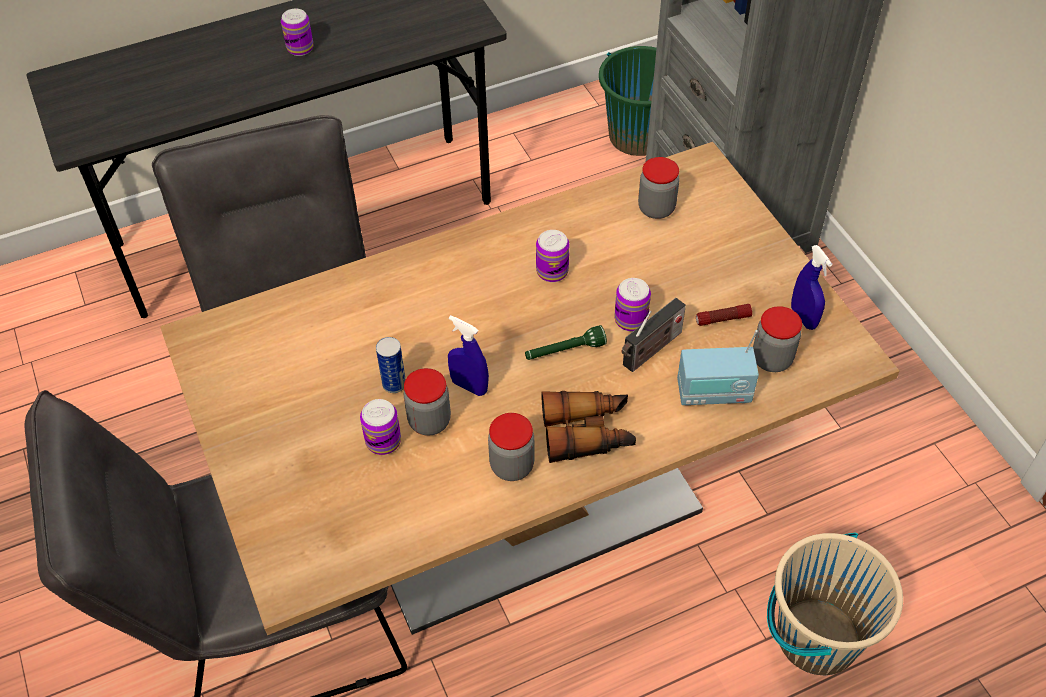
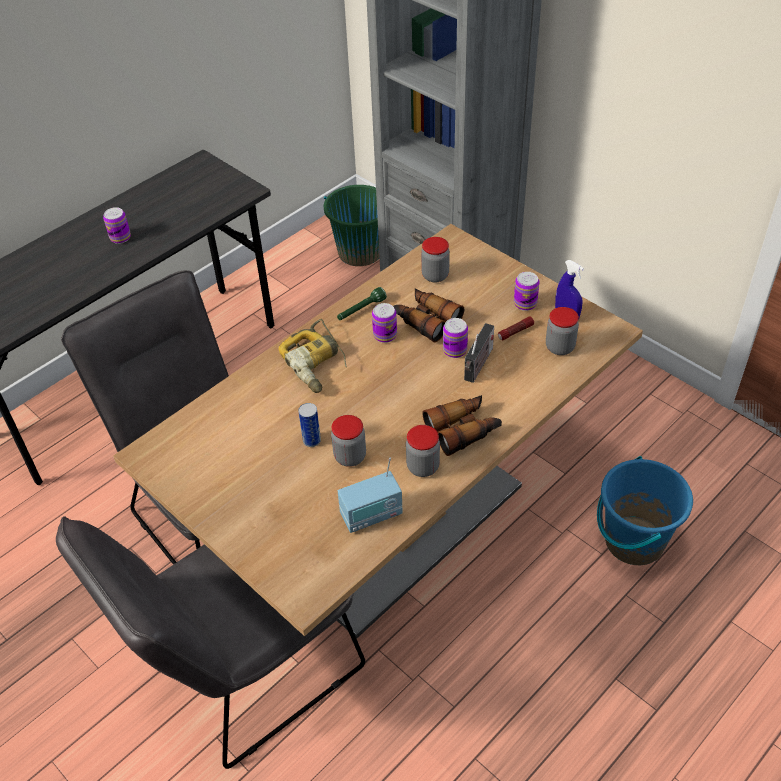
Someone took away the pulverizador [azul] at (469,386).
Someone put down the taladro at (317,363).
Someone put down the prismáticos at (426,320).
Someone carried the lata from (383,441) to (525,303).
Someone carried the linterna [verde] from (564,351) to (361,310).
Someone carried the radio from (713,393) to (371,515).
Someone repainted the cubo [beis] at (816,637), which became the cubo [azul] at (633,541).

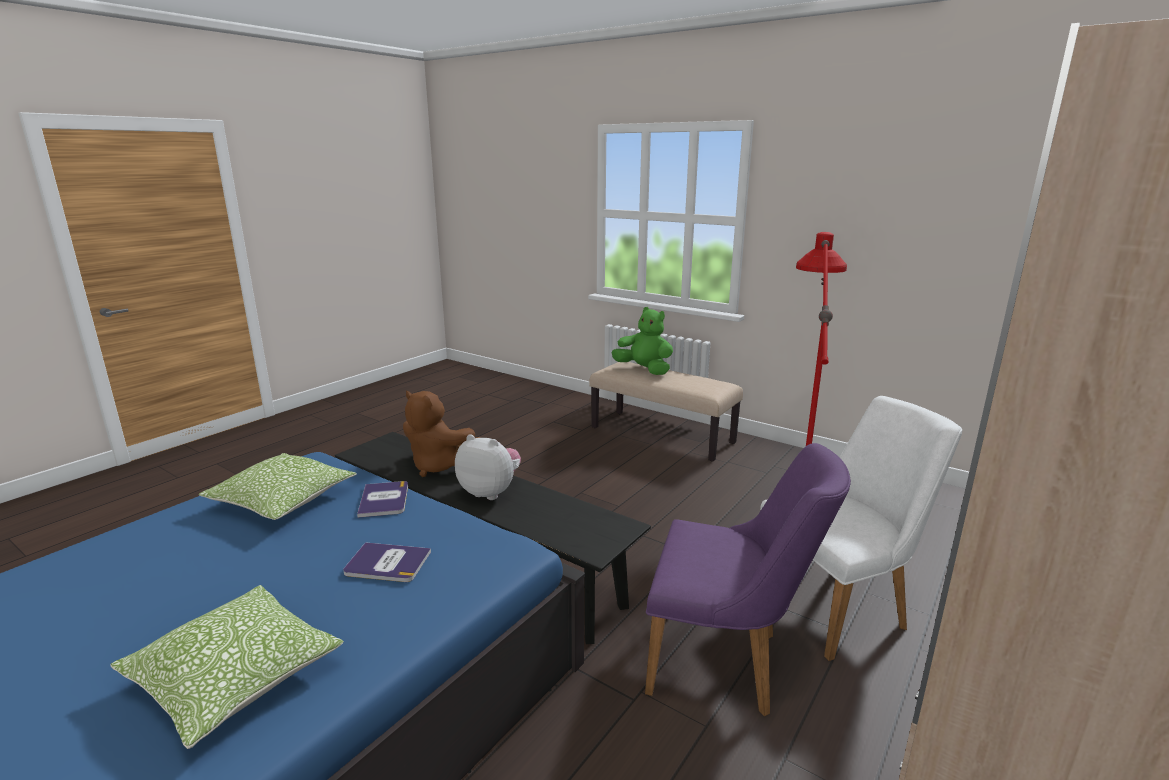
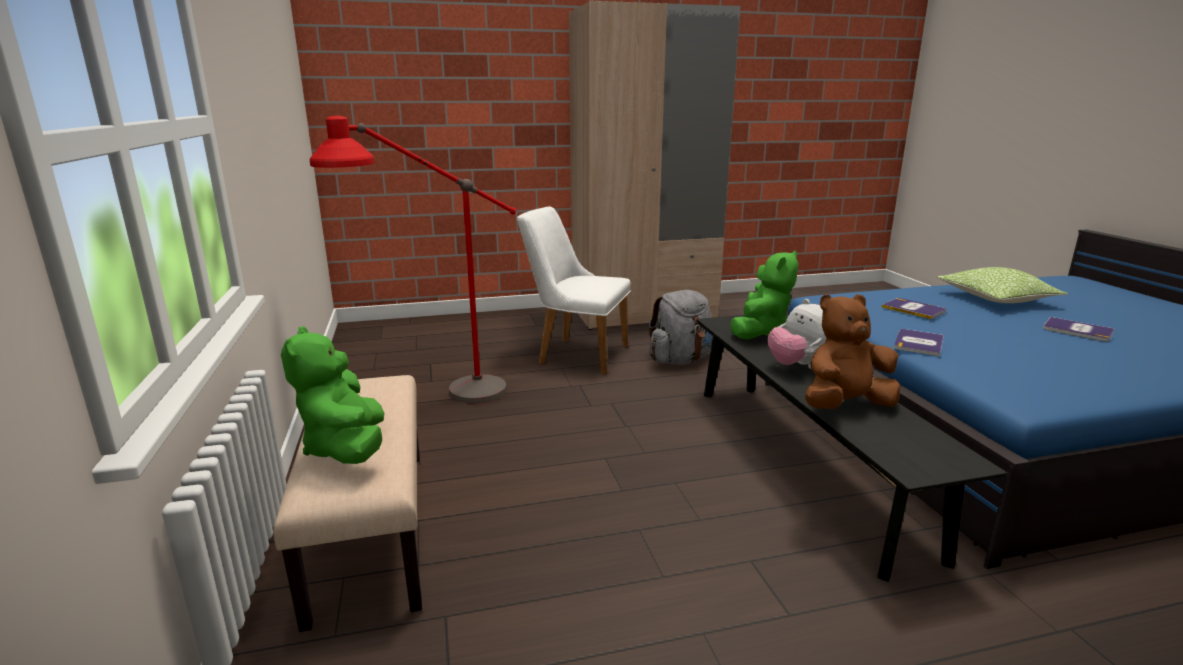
Someone took away the cojín at (283,500).
Someone put down the peluche [verde] at (760,332).
Someone put down the libro at (1077,330).
Someone swapped the silla [morado] at (728,663) for the mochila [gris] at (680,360).
Someone rotated the peluche [marrón] at (439,466) by 90 degrees counterclockwise.

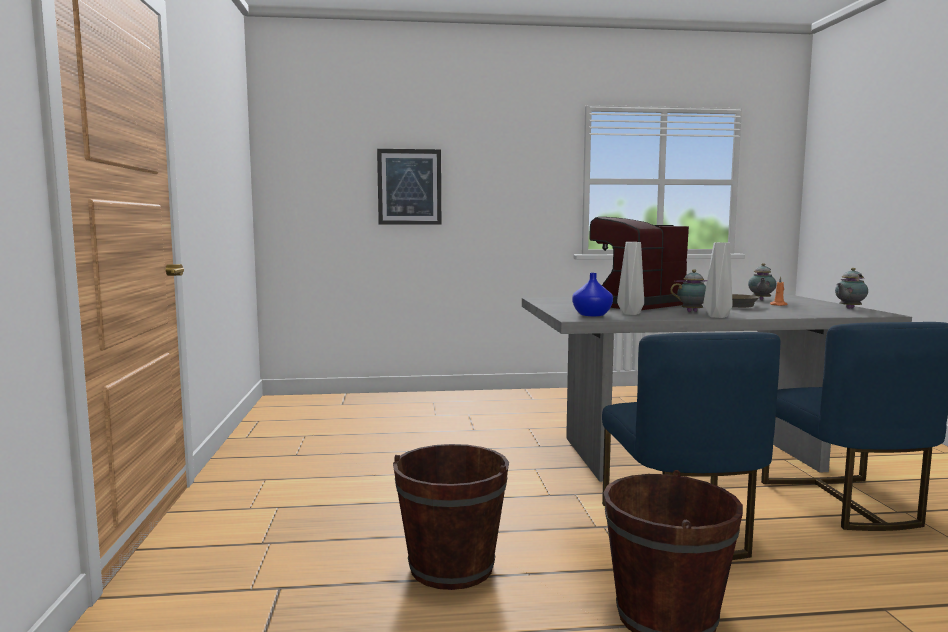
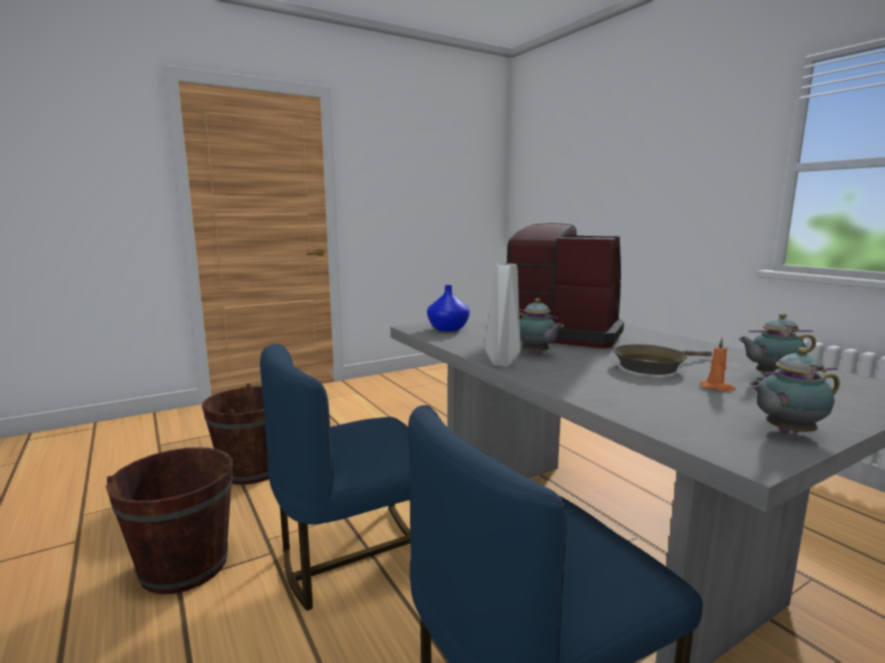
Someone took away the cuadro at (409,187).
Someone took away the florero [gris] at (629,314).
Someone rotated the tetera at (848,308) by 45 degrees counterclockwise.

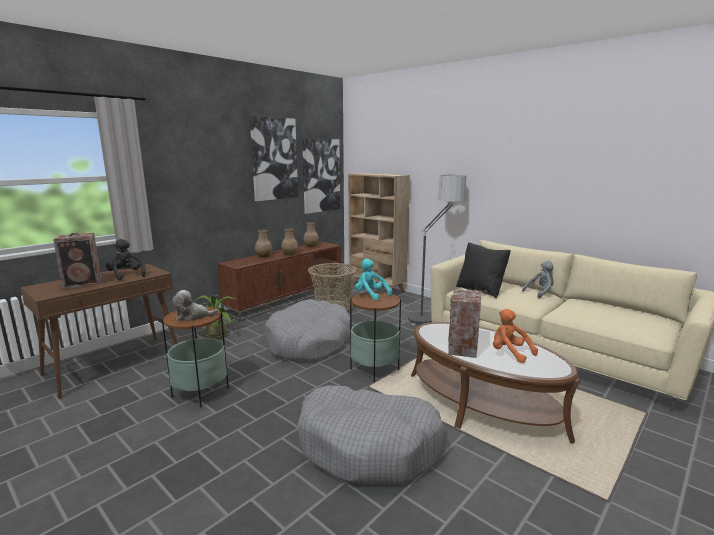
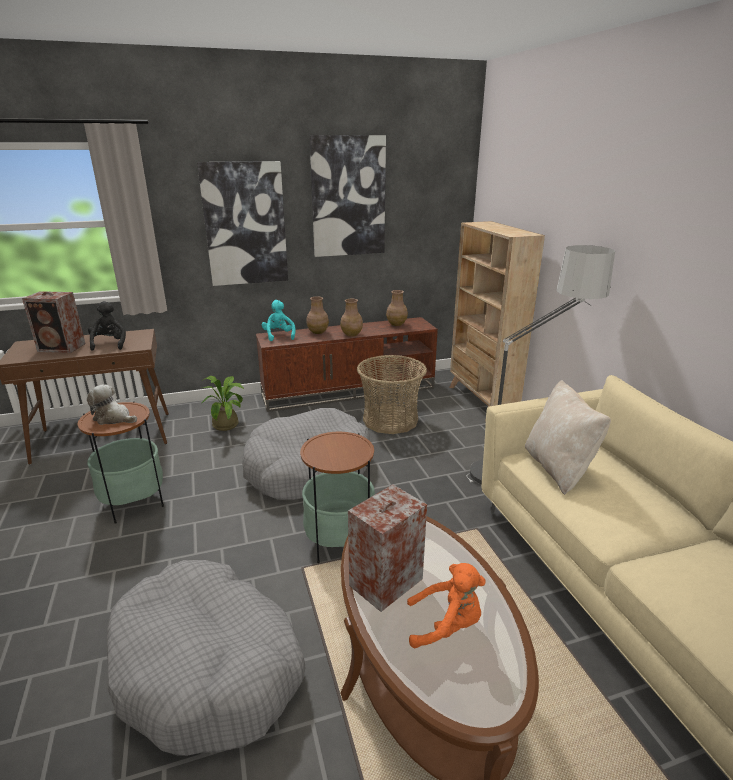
Someone took away the peluche [gris] at (540,292).
Someone carried the cuadro from (321,175) to (245,224).
Someone carried the peluche [turquesa] from (370,295) to (279,336).
Someone repainted the cojín [negro] at (480,290), which became the cojín [beis] at (558,468).
Someone rotated the peluche [naranja] at (509,353) by 105 degrees clockwise.

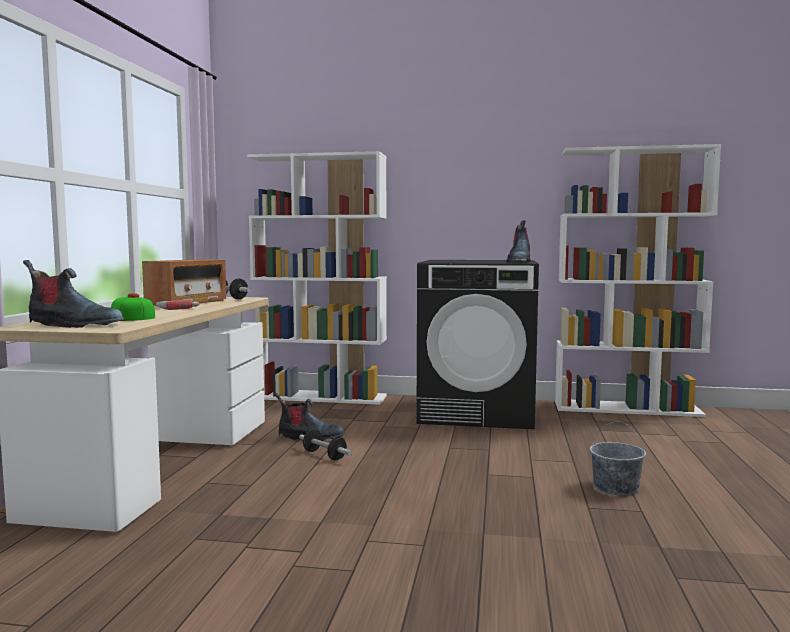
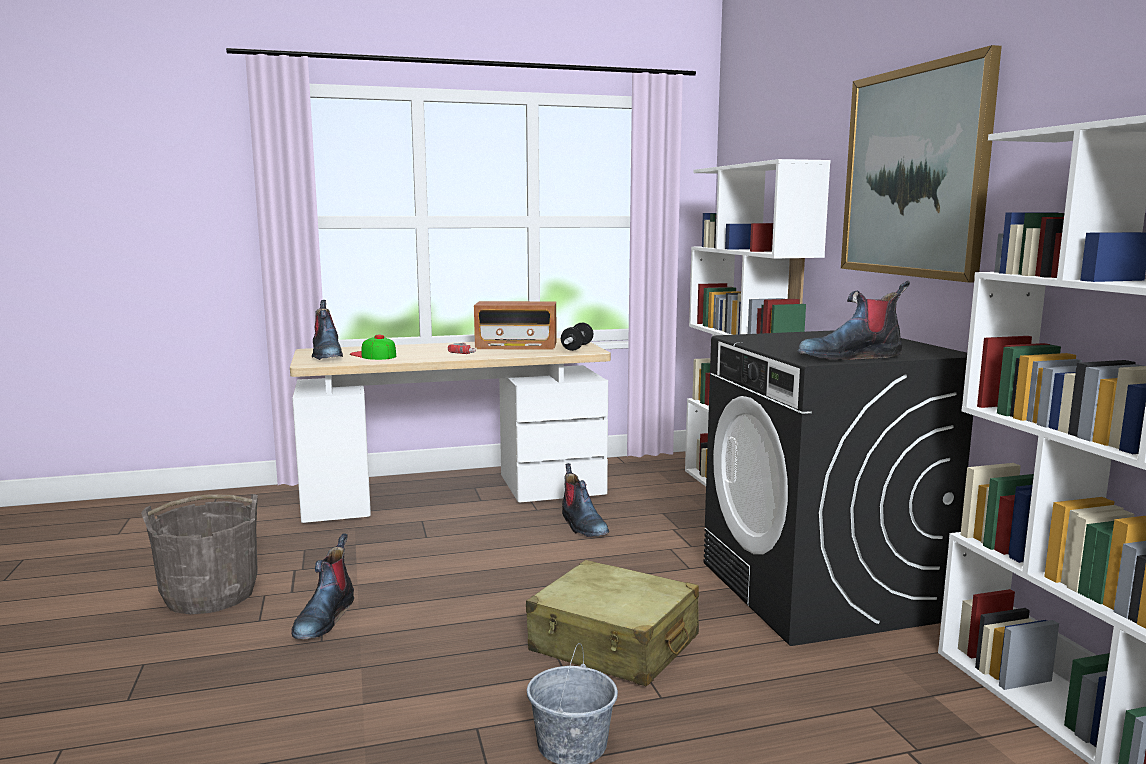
Someone took away the mancuerna at (324,455).
Someone put down the cubo [gris] at (210,594).
Someone put down the bota at (324,618).
Someone put down the maleta [beis] at (614,644).
Someone put up the cuadro at (914,172).

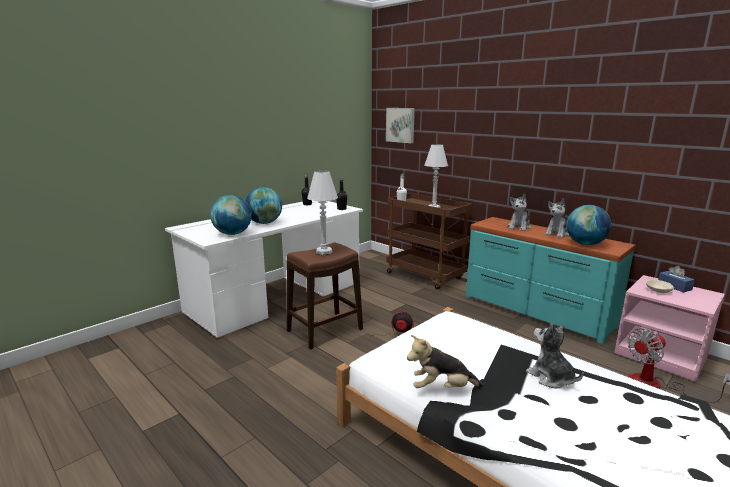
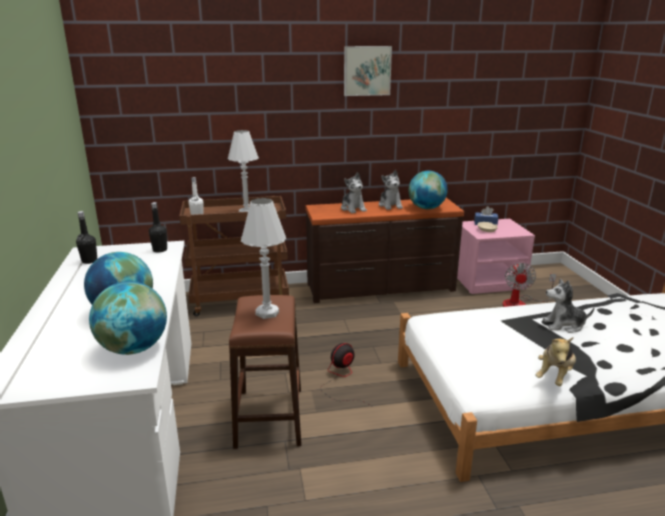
Someone carried the cuadro from (401,125) to (366,70).
Someone repainted the cómoda [turquesa] at (536,311), which became the cómoda [marrón] at (381,288).

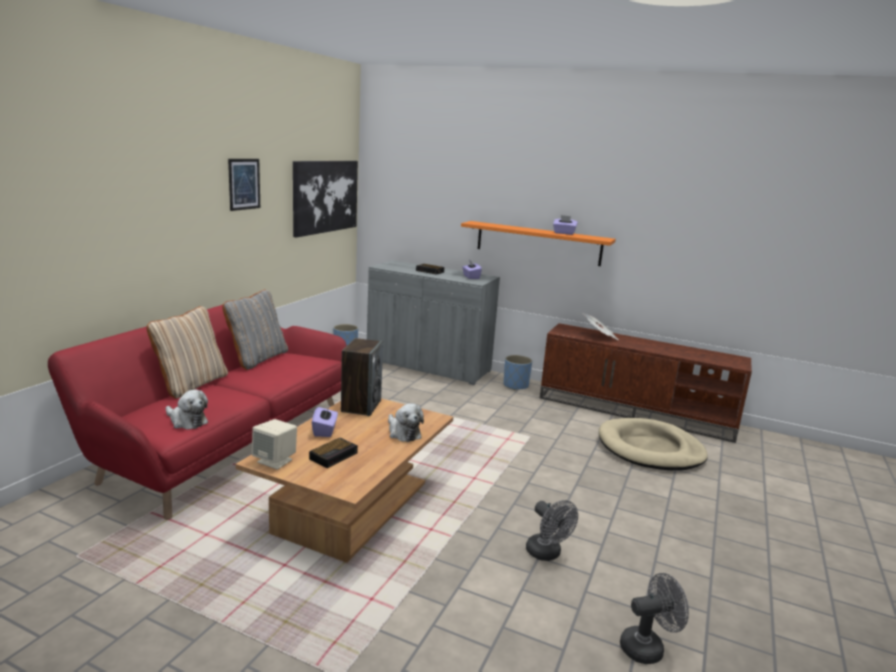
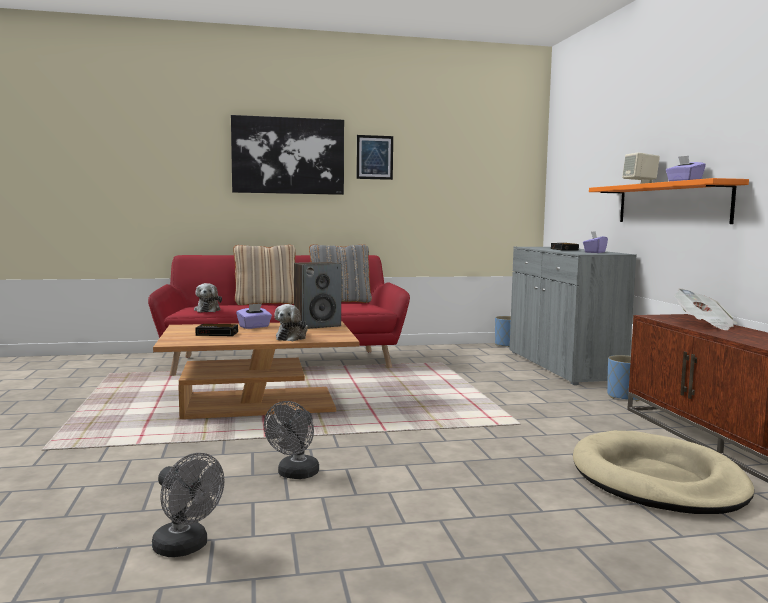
Someone carried the altavoz [beis] from (275,461) to (639,185).
Someone carried the cuadro from (325,196) to (288,156).

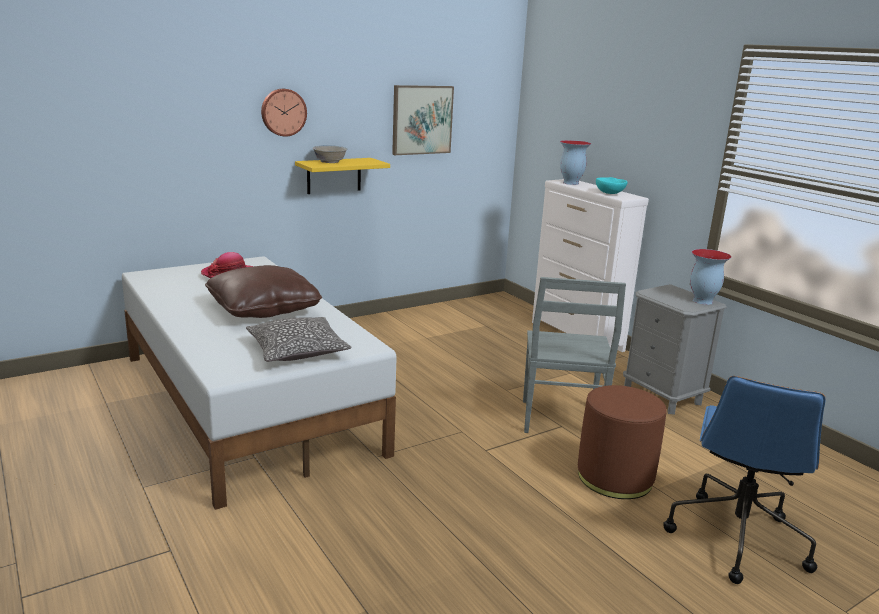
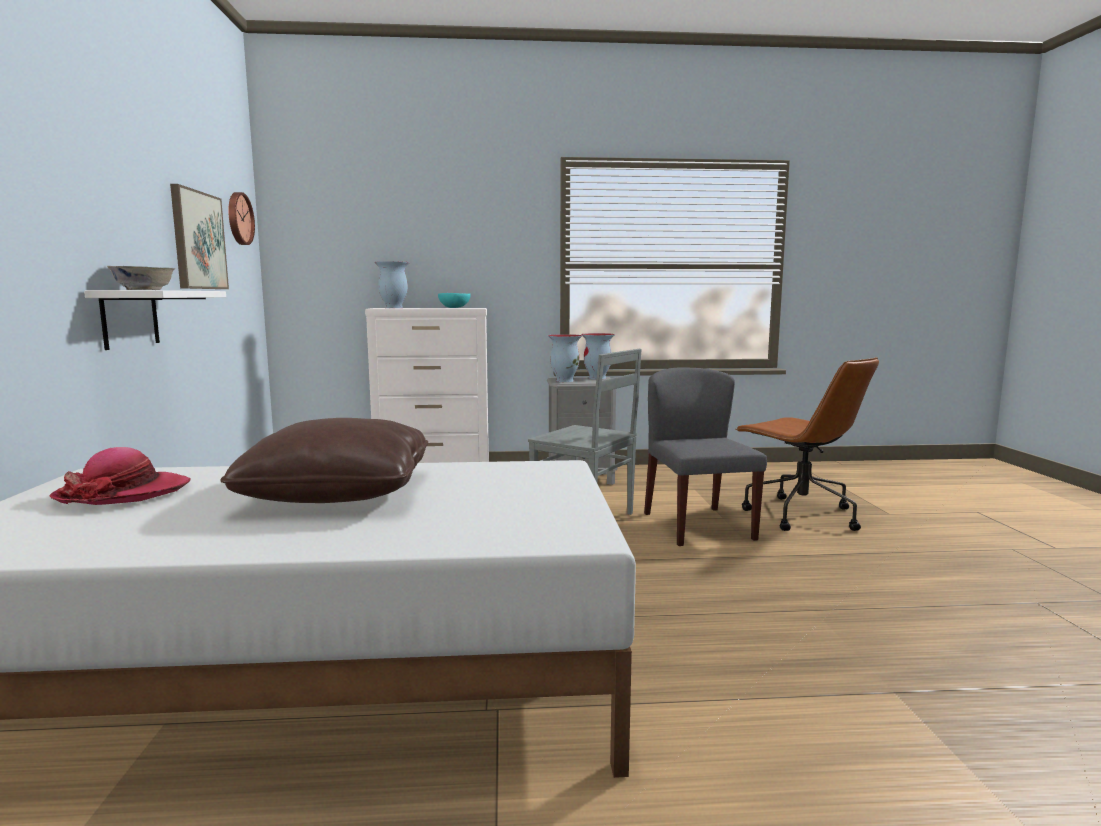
Someone took away the cojín at (297,351).
Someone put down the florero at (564,380).
Someone carried the reloj de pared from (283,112) to (238,218).
Someone swapped the puf [marrón] at (615,477) for the silla [gris] at (697,525).
Someone repainted the estante [amarillo] at (334,175), which became the estante [blanco] at (130,318).
Someone repainted the silla de oficina [azul] at (736,537), which became the silla de oficina [marrón] at (799,515).

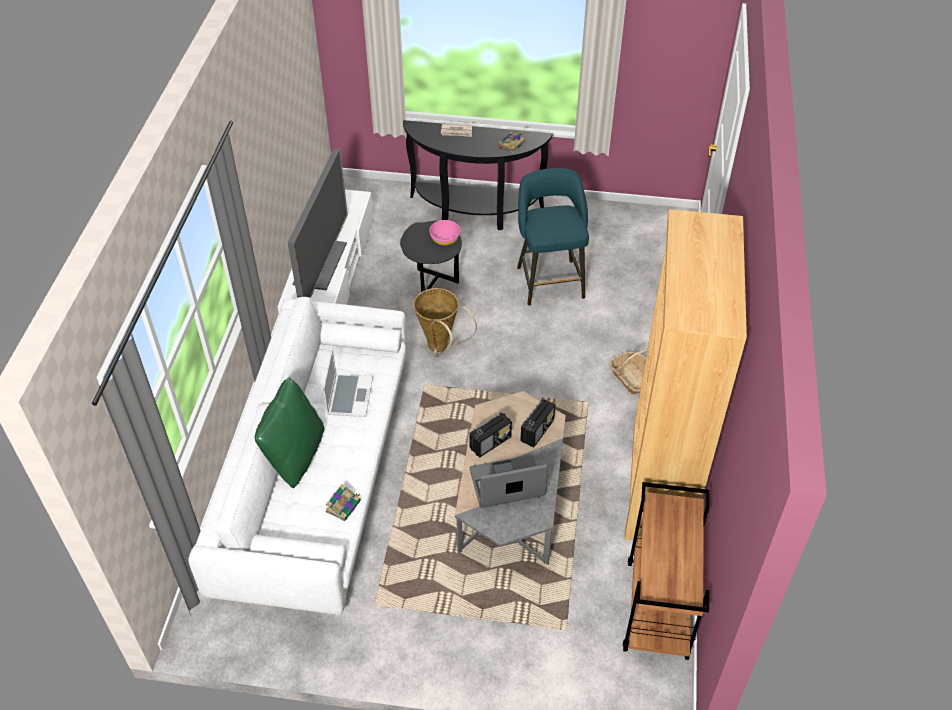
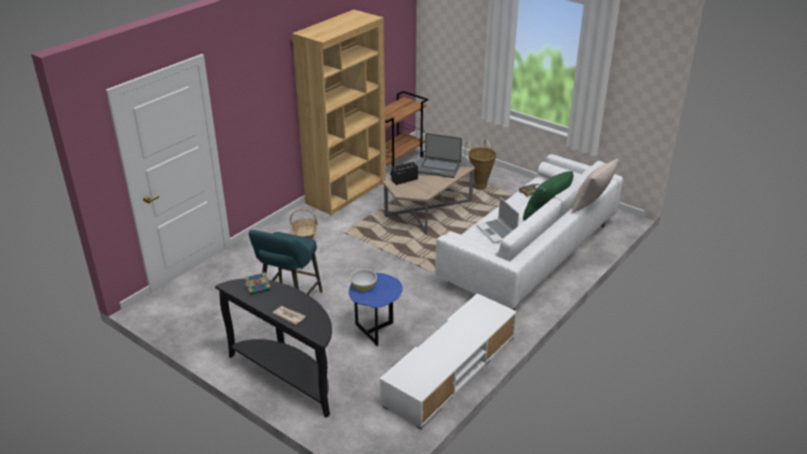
Someone took away the televisor at (320,263).
Someone took away the radio at (490,442).
Someone put down the cojín [beis] at (591,206).
Someone carried the cesta from (440,348) to (479,185).
Someone repainted the mesa auxiliar [negro] at (432,285), which became the mesa auxiliar [azul] at (376,330).
Someone repainted the cuenco [rosa] at (445,239), which became the cuenco [blanco] at (363,286).
Someone rotated the portátil at (349,396) by 60 degrees counterclockwise.

